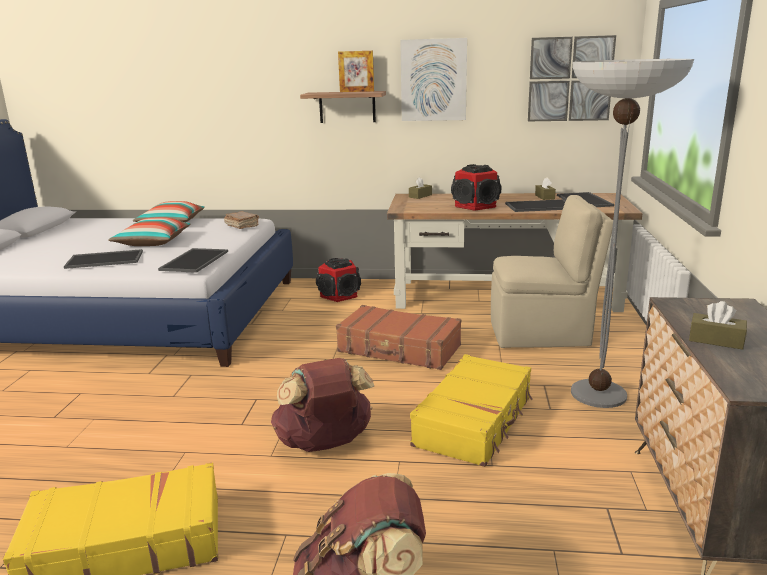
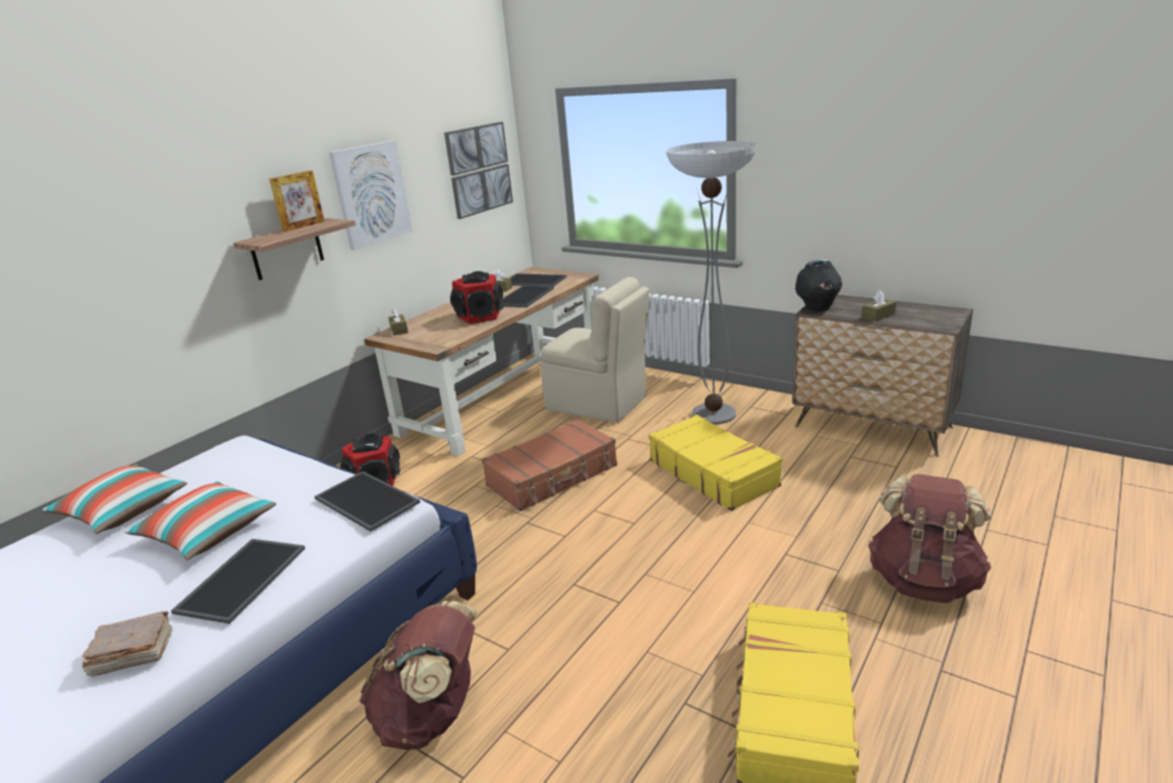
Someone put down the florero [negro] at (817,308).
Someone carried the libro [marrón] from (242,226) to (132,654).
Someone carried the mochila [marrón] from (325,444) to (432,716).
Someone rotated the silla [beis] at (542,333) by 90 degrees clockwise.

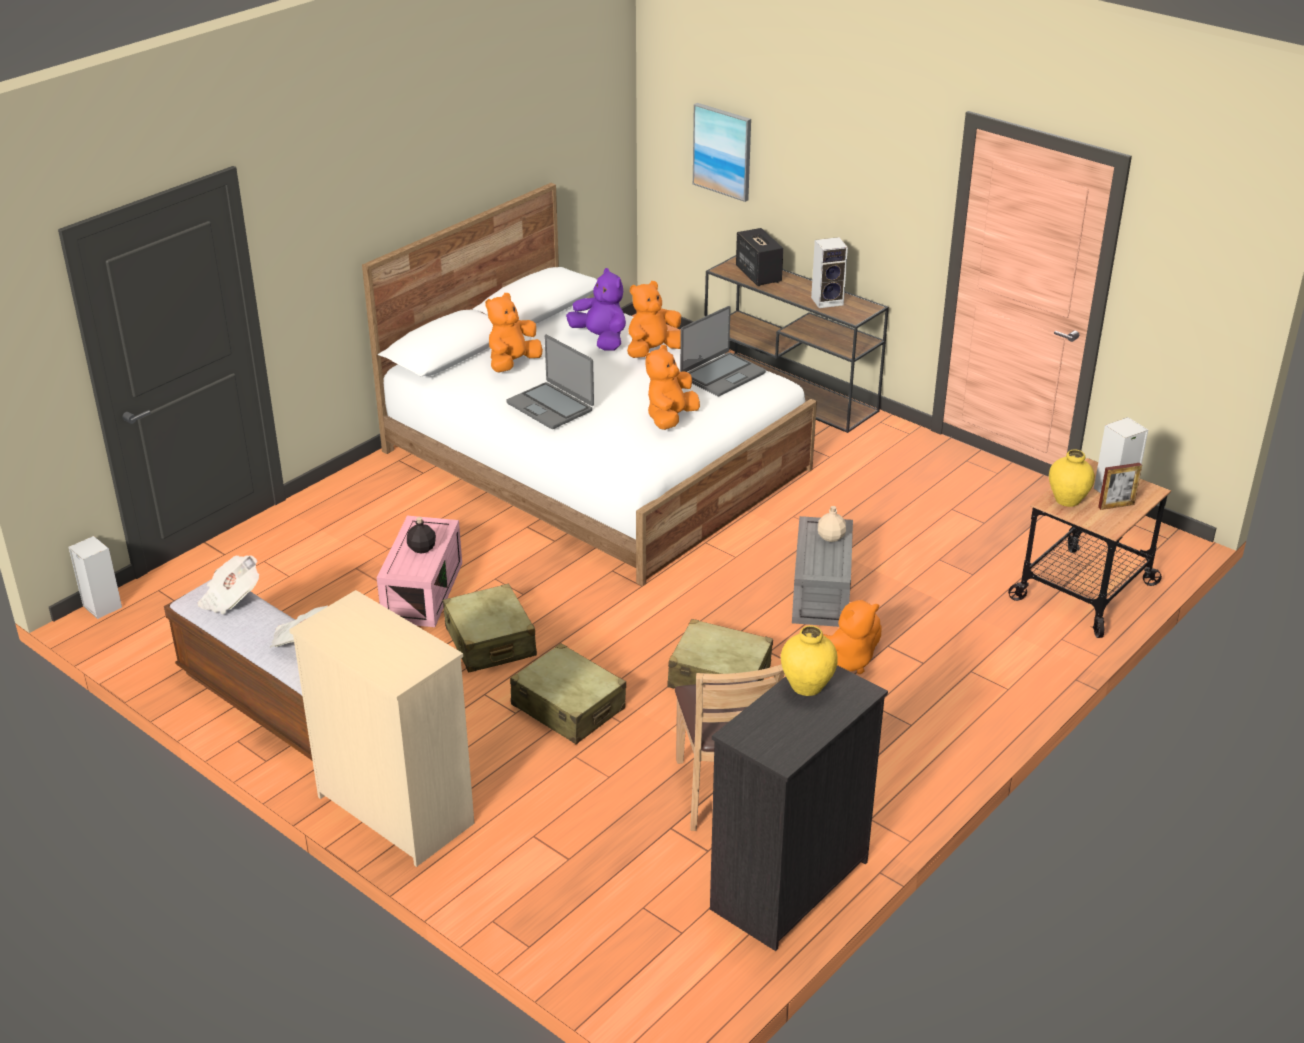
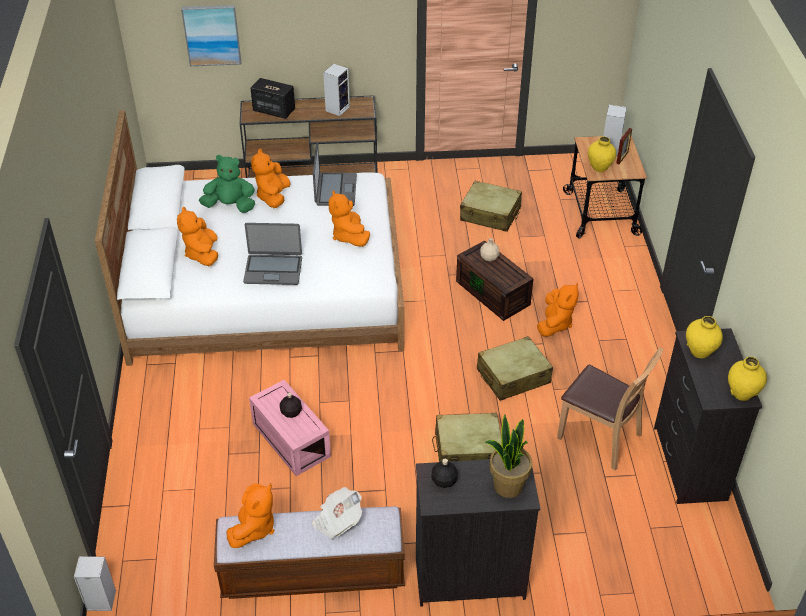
Someone put down the botella [negro] at (444,481).
Someone put down the planta en maceta at (507,485).
Someone put down the florero [amarillo] at (742,393).
Someone carried the maleta [beis] from (490,642) to (490,214).
Someone swapped the periódico at (230,598) for the peluche [naranja] at (254,528).
Someone repainted the cómoda [beis] at (395,809), which became the cómoda [negro] at (468,578).
Someone repainted the peluche [morado] at (601,339), which became the peluche [verde] at (230,206).
Someone repainted the caja de almacenaje [gris] at (823,593), which became the caja de almacenaje [marrón] at (494,293).

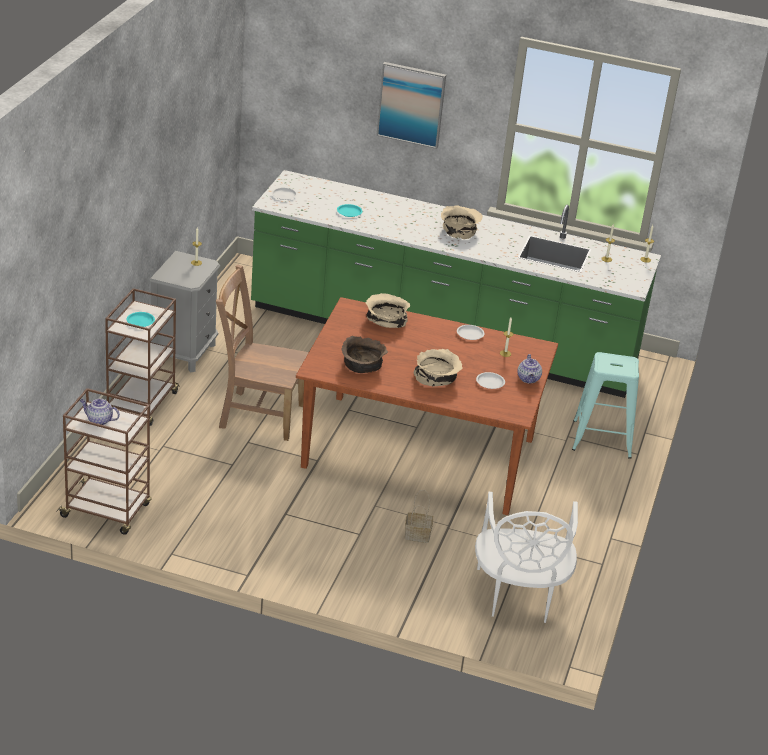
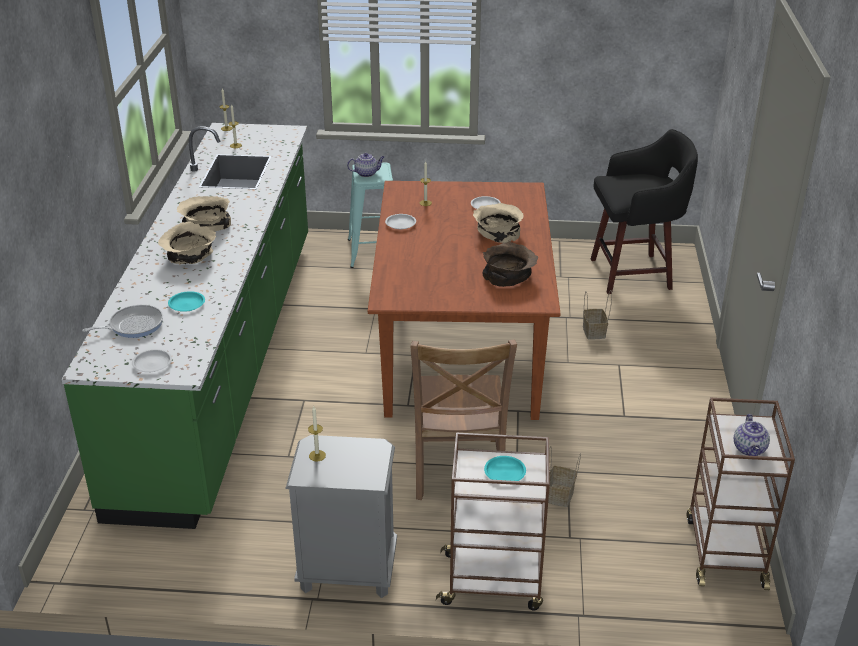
Someone took away the cuadro at (411,104).
Someone put down the sartén at (133,325).
Someone put down the cesta at (560,496).
Someone carried the cuenco [beis] from (385,320) to (189,256).
Someone carried the tetera from (528,379) to (366,173).
Someone swapped the silla [blanco] at (518,596) for the taburete [negro] at (634,273).

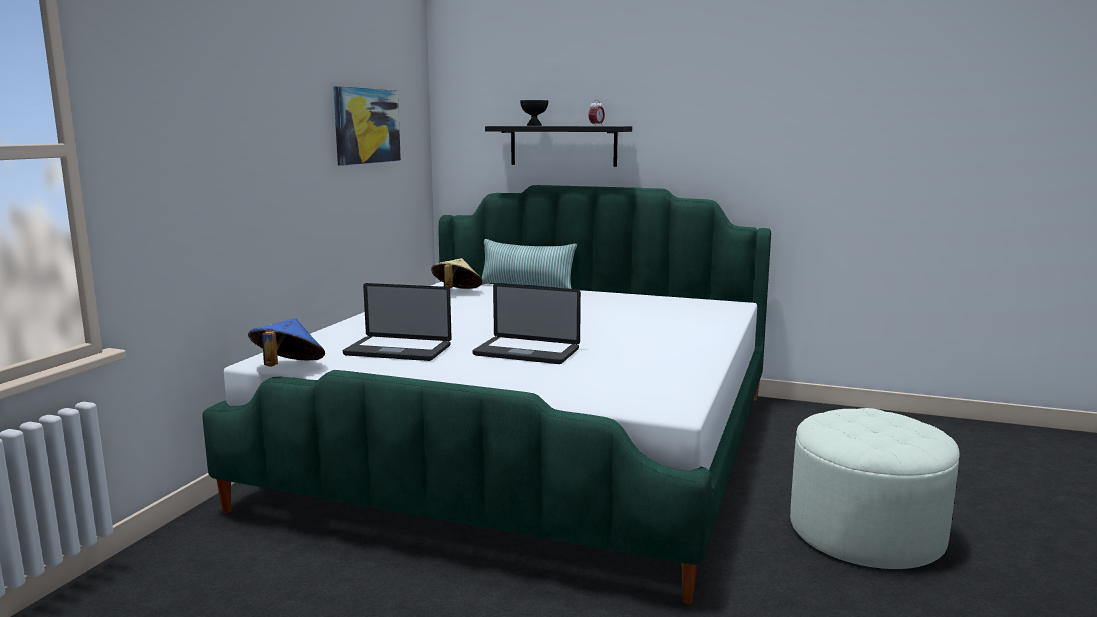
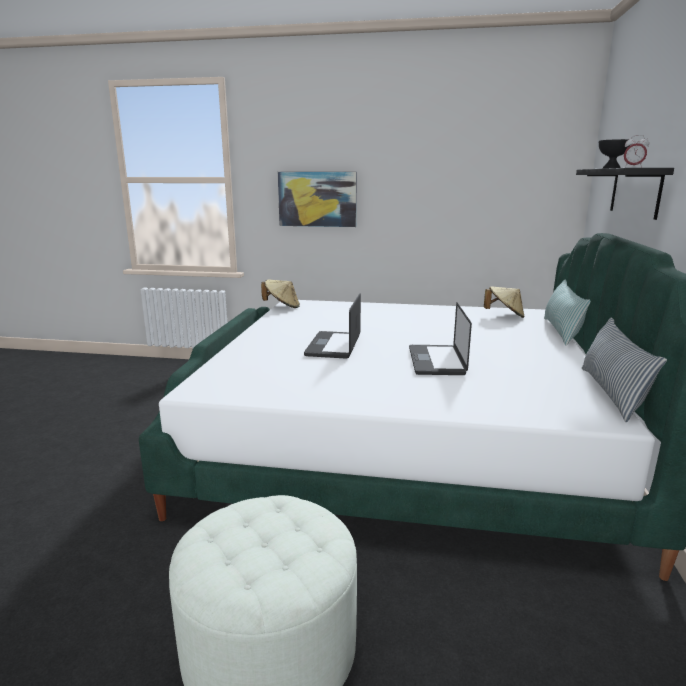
Someone put down the cojín at (612,393).
Someone carried the cuadro from (366,126) to (317,199).
Someone carried the portátil from (398,350) to (436,361).
Someone repainted the sombrero [azul] at (288,368), which became the sombrero [beis] at (282,306).

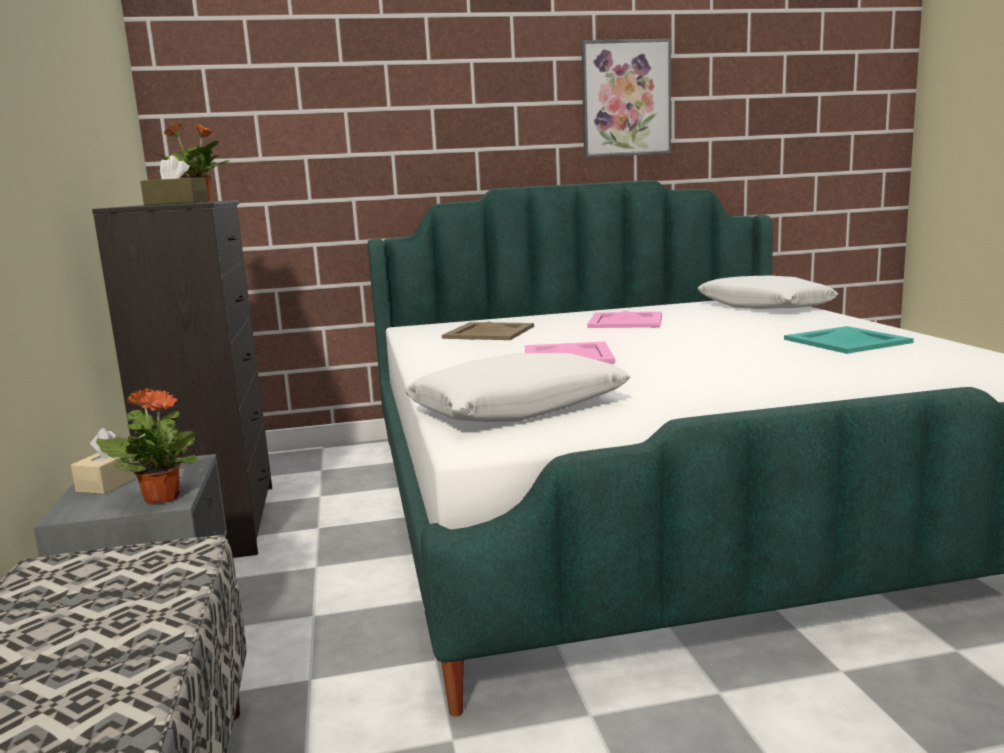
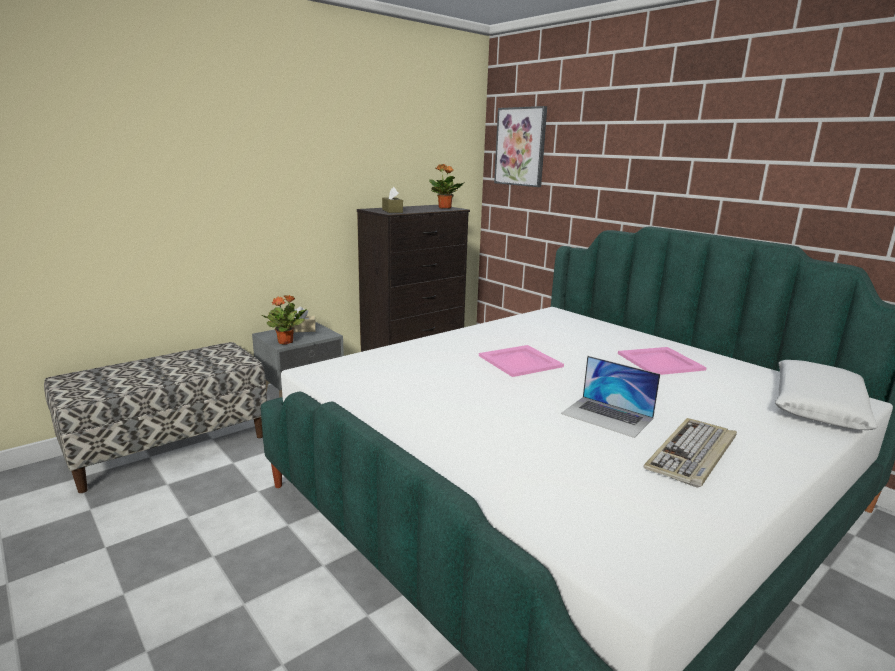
Someone took away the cojín [blanco] at (518,408).
Someone took away the bandeja [beis] at (488,332).
Someone put down the portátil at (607,416).
Someone carried the cuadro from (625,99) to (520,147).
Someone swapped the bandeja [turquesa] at (848,341) for the teclado at (692,455).

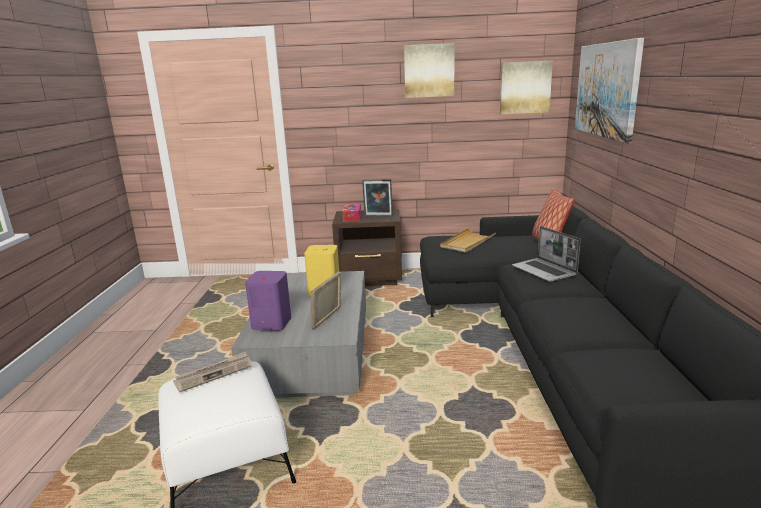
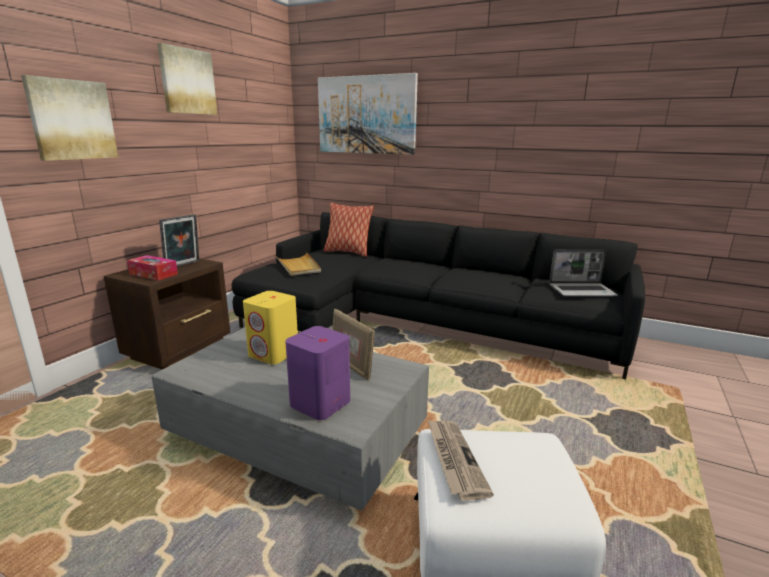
Someone carried the cuadro from (525,87) to (72,120).
Someone carried the portátil from (544,271) to (582,291).

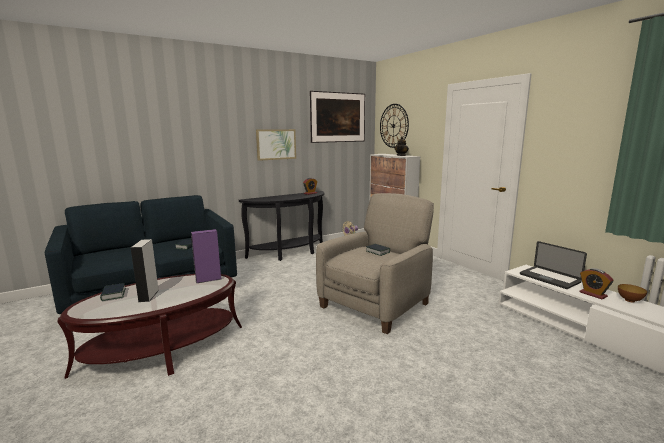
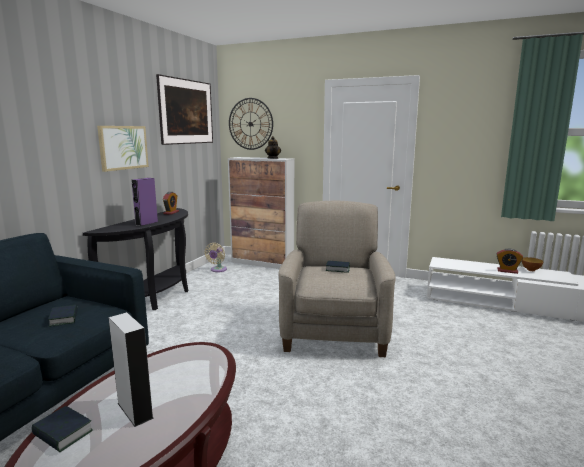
Someone took away the portátil at (549,278).
Someone carried the altavoz [morado] from (208,279) to (146,223).

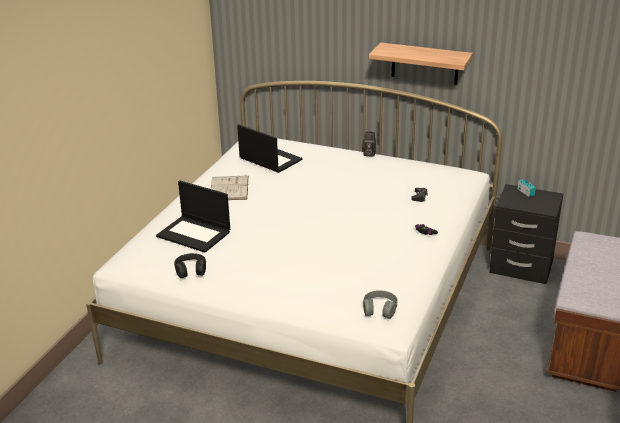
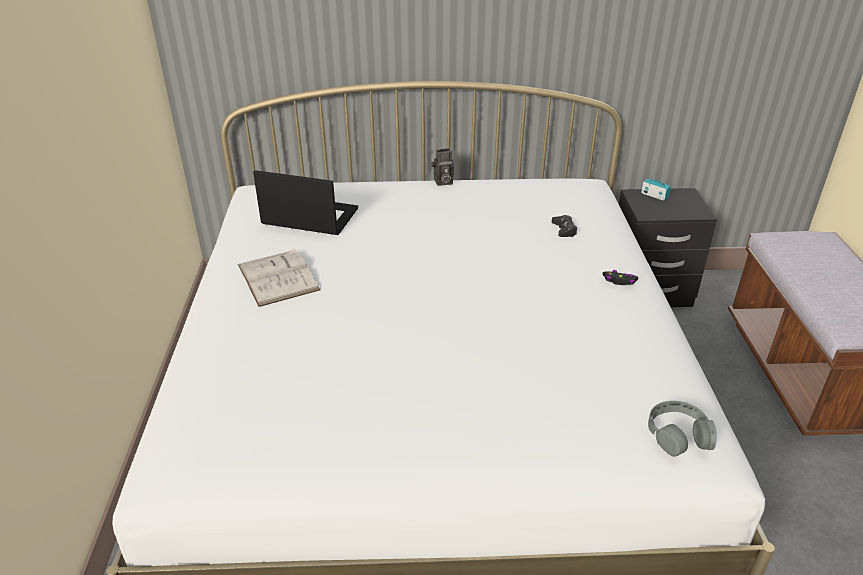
Someone took away the portátil at (195,234).
Someone took away the auriculares [negro] at (191,270).
Someone took away the estante at (425,64).

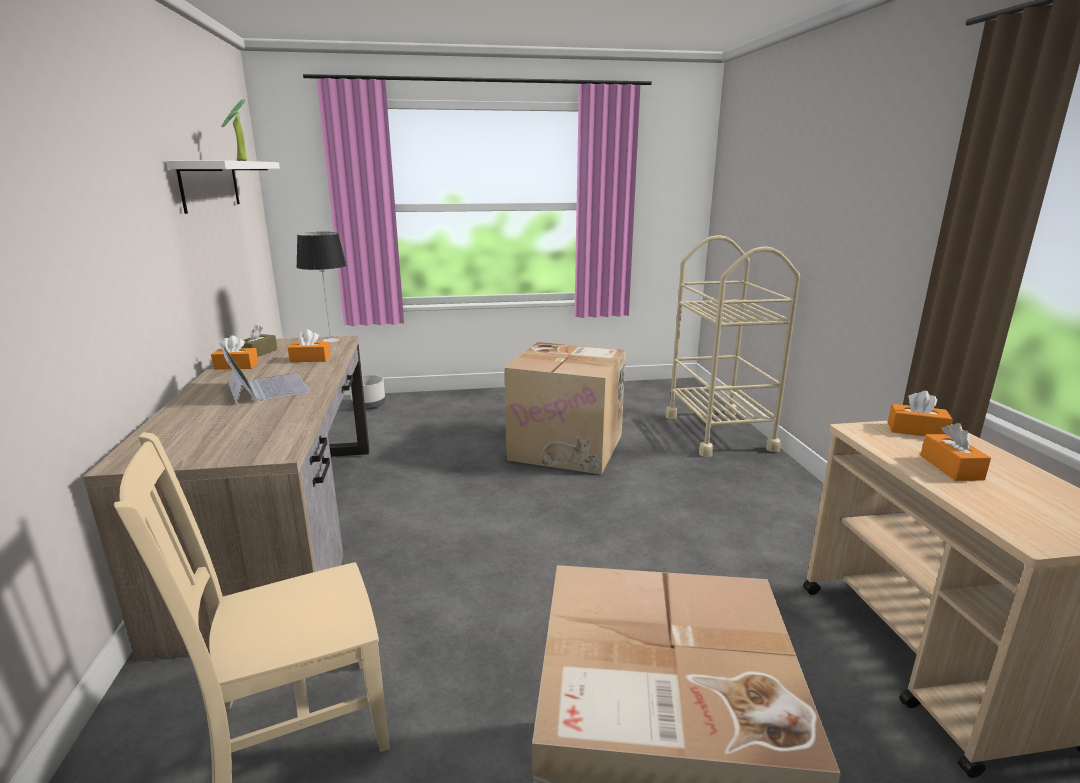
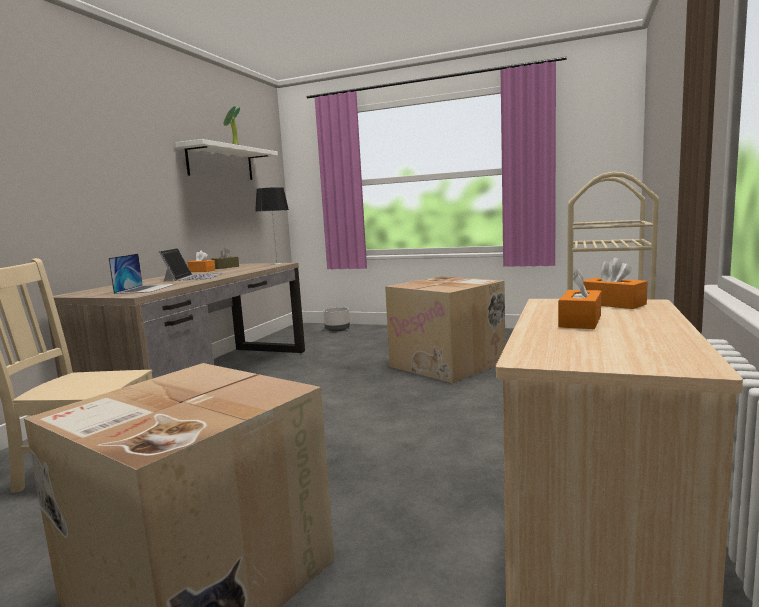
Someone took away the caja de pañuelos [naranja] at (310,359).
Someone put down the portátil at (146,288).

